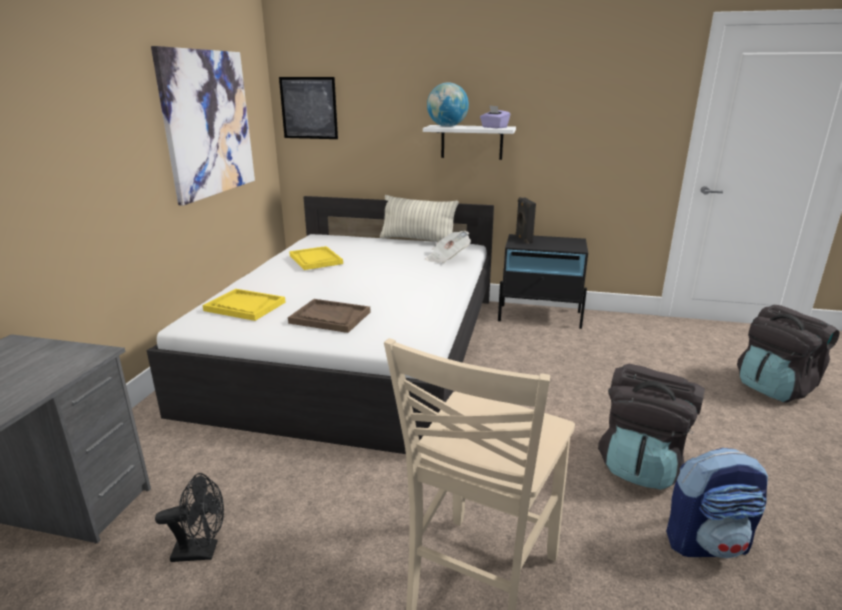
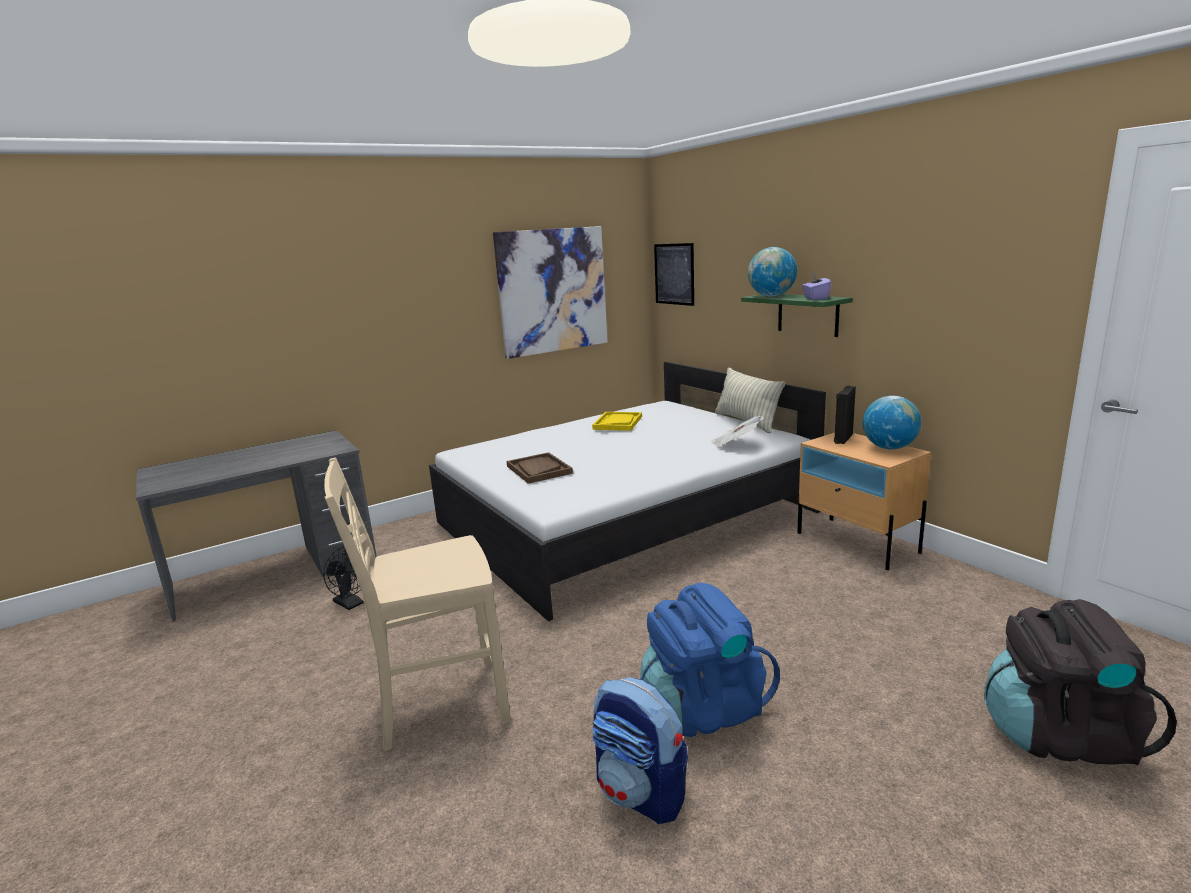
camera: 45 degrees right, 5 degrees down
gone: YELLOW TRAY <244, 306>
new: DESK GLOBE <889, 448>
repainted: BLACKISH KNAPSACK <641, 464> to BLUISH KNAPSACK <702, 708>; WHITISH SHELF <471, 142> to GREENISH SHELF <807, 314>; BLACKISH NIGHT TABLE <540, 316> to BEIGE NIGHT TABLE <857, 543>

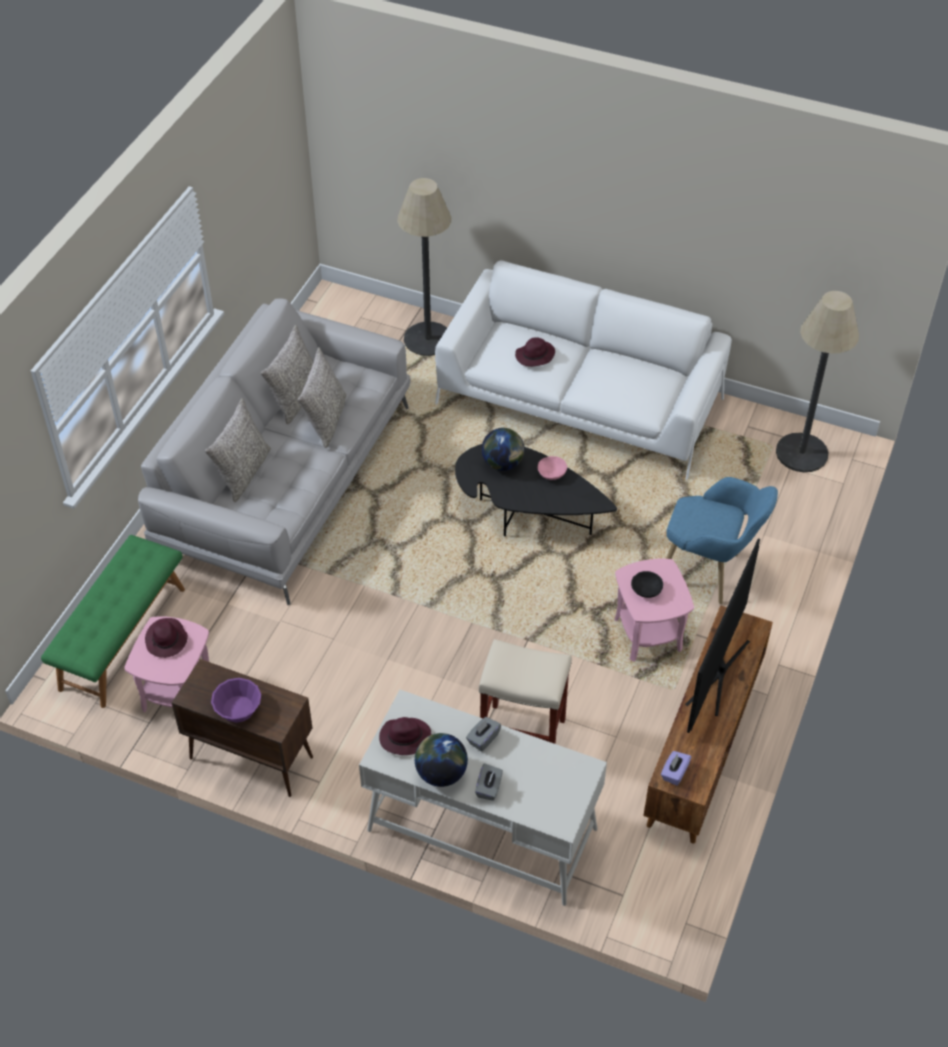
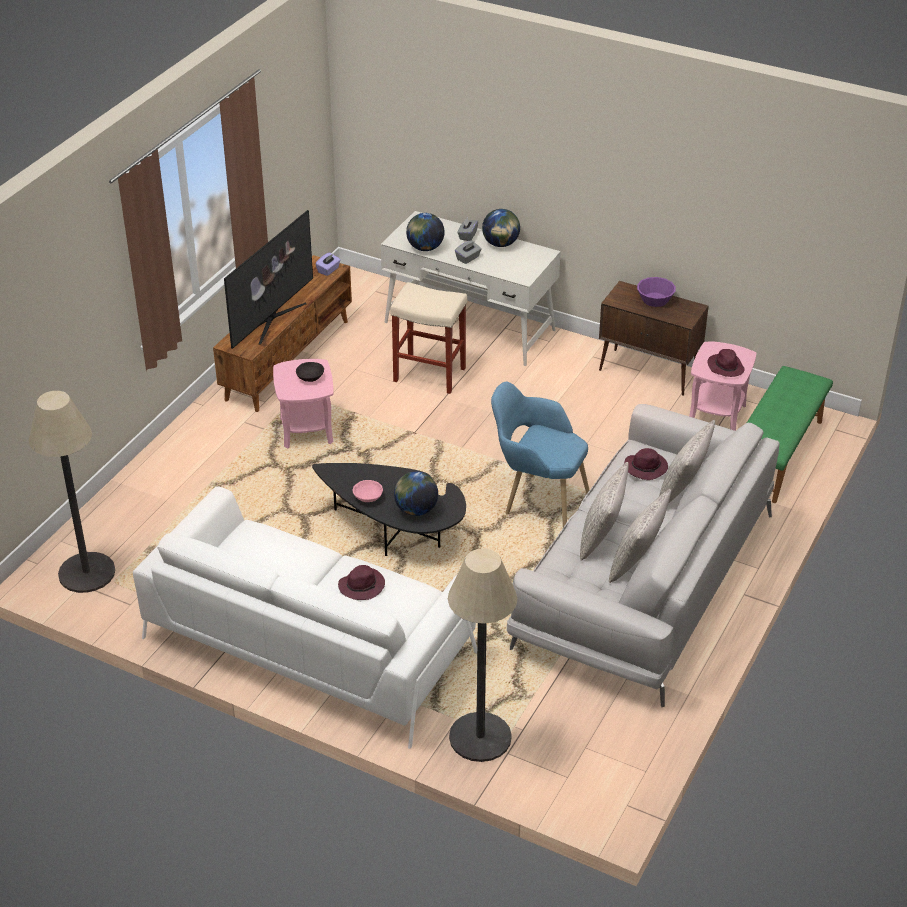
camera: 175 degrees left, 10 degrees down
new: DESK GLOBE <425, 248>
shifted: BLUISH ARMCHAIR <709, 573> to <536, 500>; PURPLE-COLOURED CLOTHING HAT <404, 738> to <646, 467>

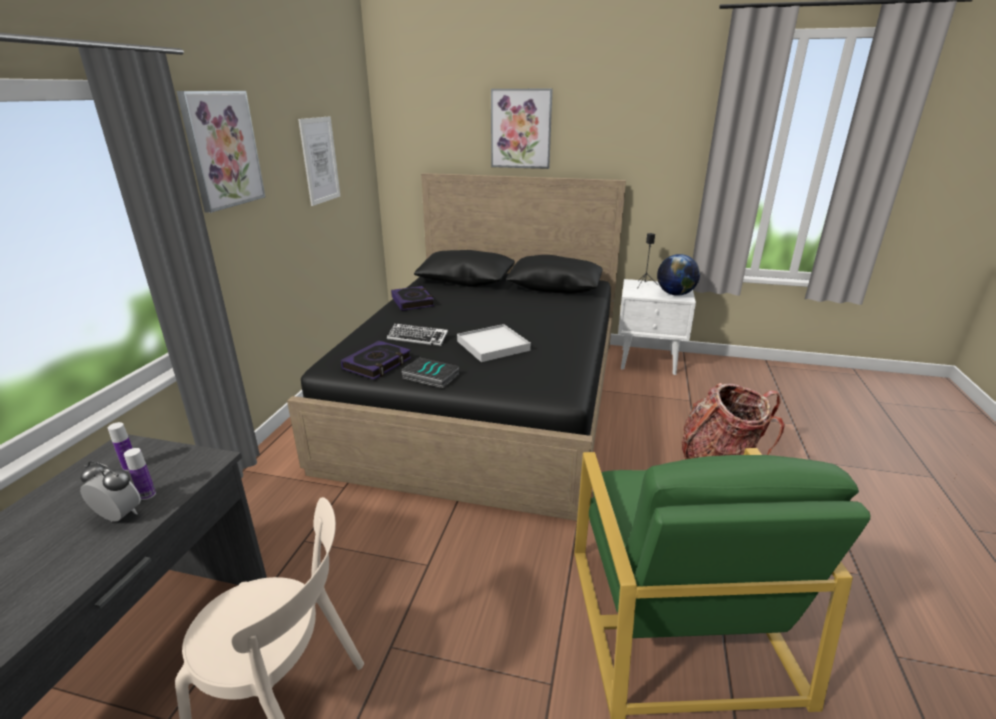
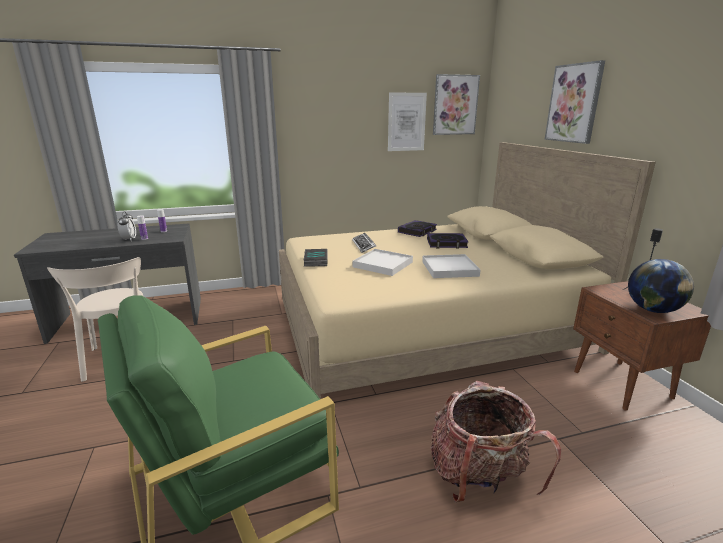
camera: 60 degrees right, 5 degrees down
new: WHITISH TRAY <449, 268>
shifted: VOLUME <377, 364> to <446, 244>; WALL ART <222, 149> to <455, 105>
repainted: BLACKISH BED <487, 398> to BEIGE BED <426, 323>; WHITISH NIGHT TABLE <649, 361> to BROWN-COLOURED NIGHT TABLE <622, 385>

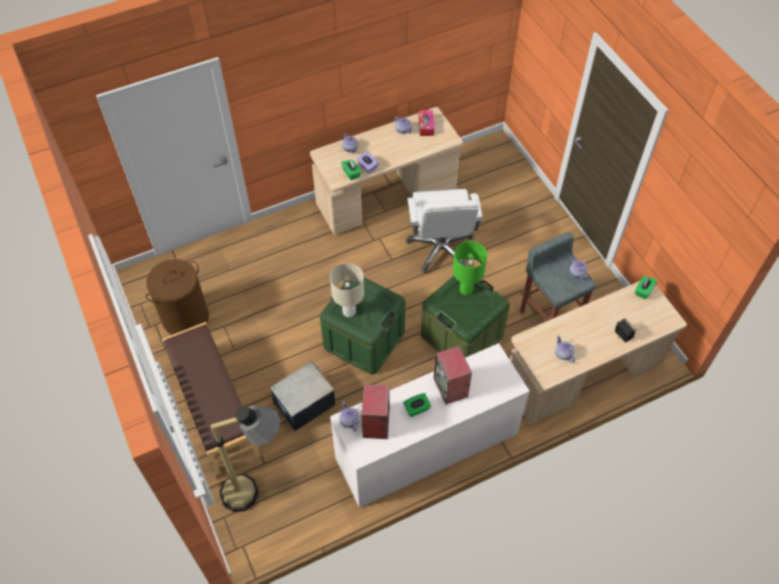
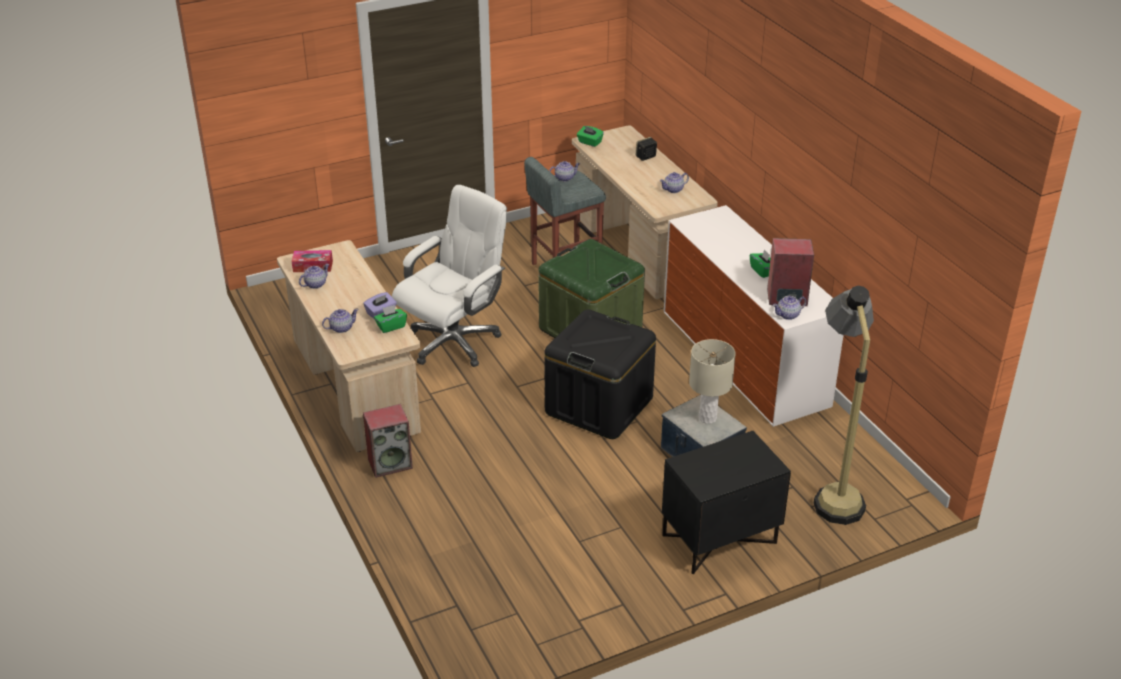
camera: 90 degrees left, 20 degrees down
gone: BROWN-COLOURED HAMPER <185, 317>; GREENISH TABLE LAMP <466, 290>
shifted: SPEAKER <451, 387> to <390, 463>; BEIGE TABLE LAMP <349, 311> to <708, 418>
swapped: BROWN-COLOURED LONG SEAT <214, 408> to BLACKISH NIGHT TABLE <719, 540>
repainted: GREENISH STORAGE CONTAINER <364, 339> to BLACKISH STORAGE CONTAINER <599, 405>
rotated: WHITISH COMPUTER CHAIR <441, 248> = <454, 341> 45 degrees counterclockwise

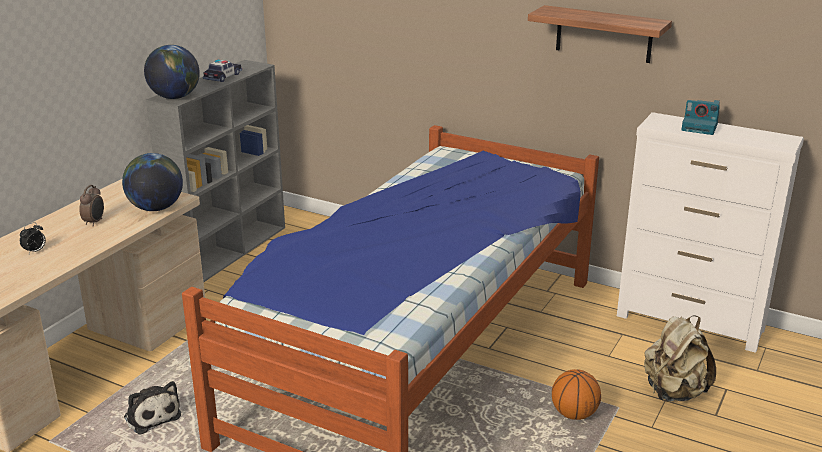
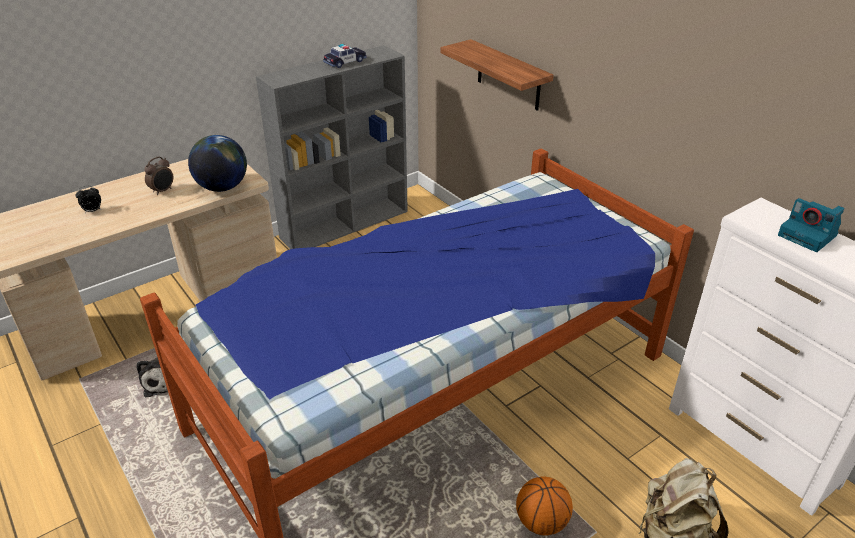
camera: 25 degrees right, 10 degrees up
gone: DESK GLOBE <175, 97>
shifted: SHELF <604, 34> to <508, 75>

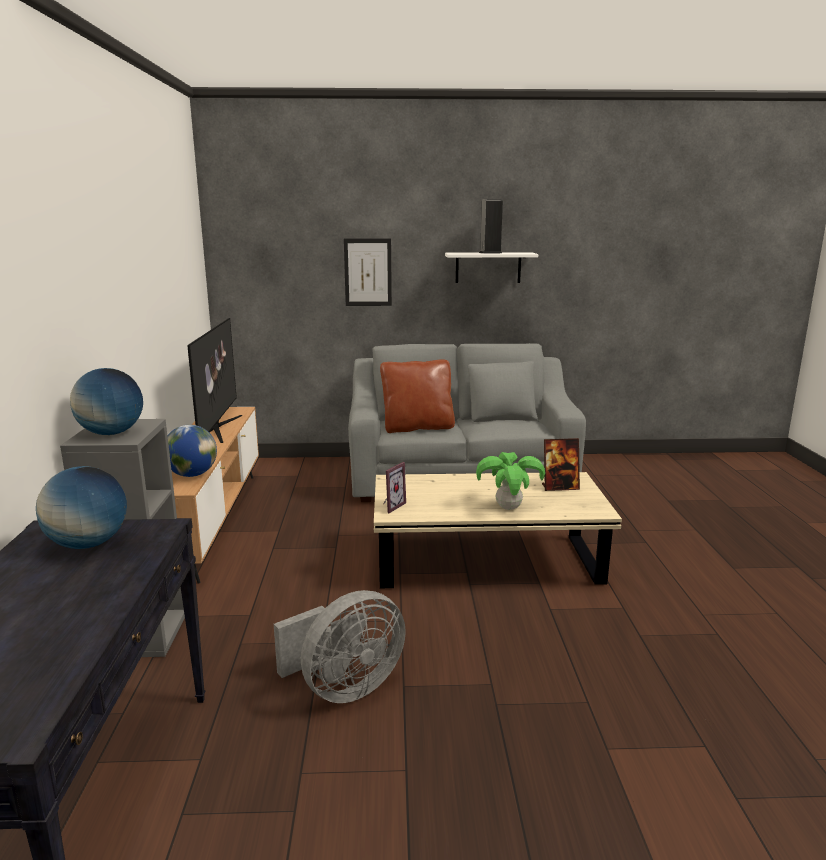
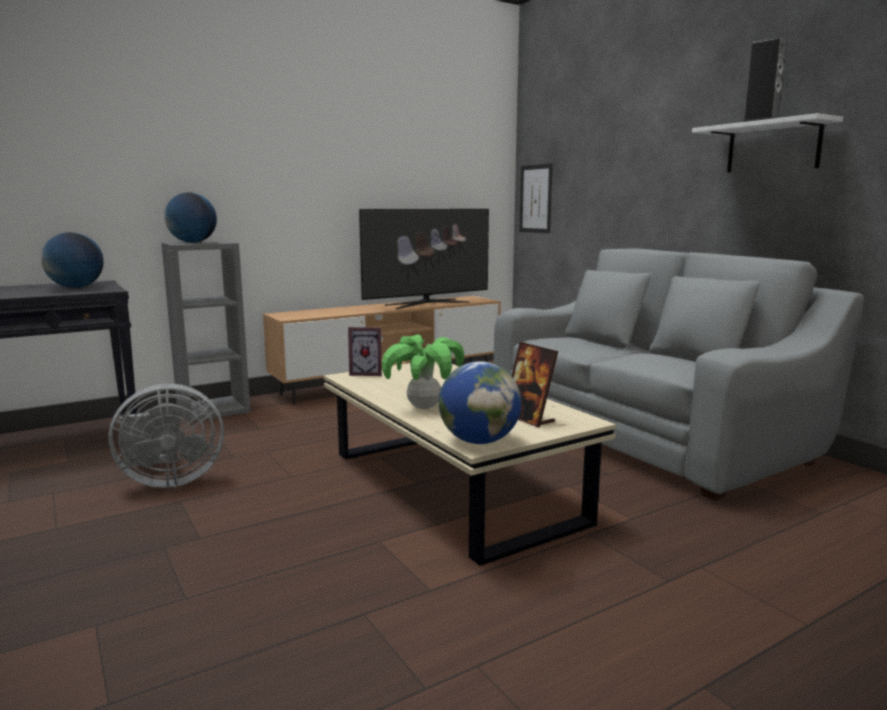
camera: 60 degrees right, 5 degrees down
gone: BROWN-COLOURED PILLOW <417, 428>
shifted: DESK GLOBE <192, 475> to <479, 441>; WALL ART <368, 272> to <535, 199>
rotated: GREY COOLING FAN <344, 688> = <168, 480> 45 degrees counterclockwise

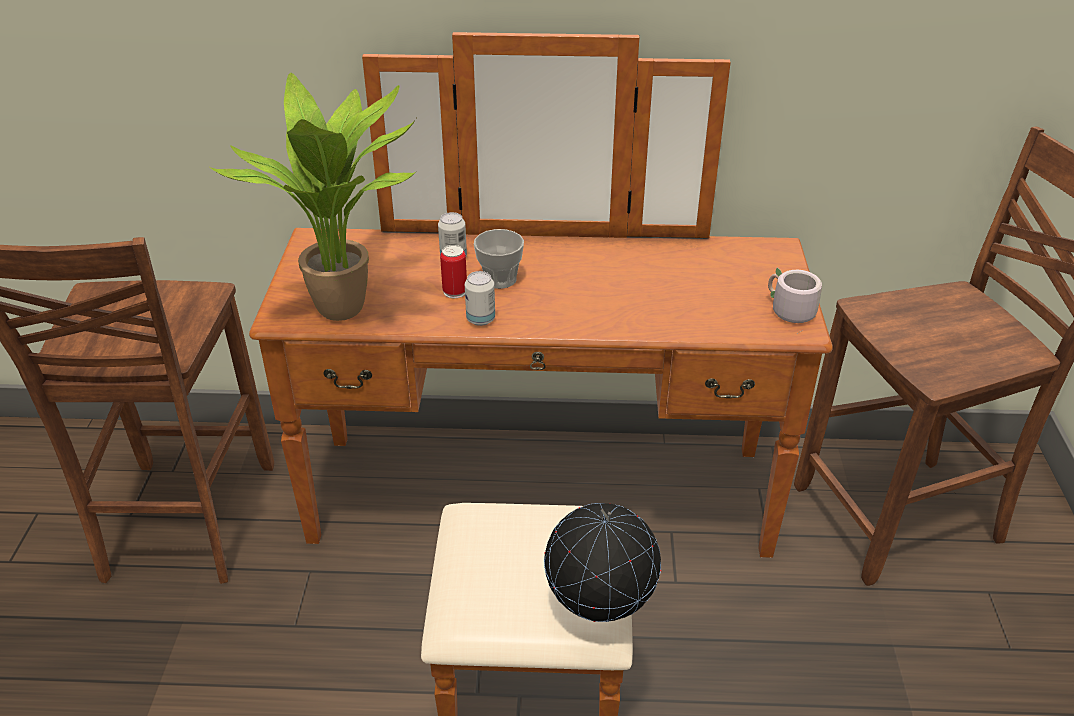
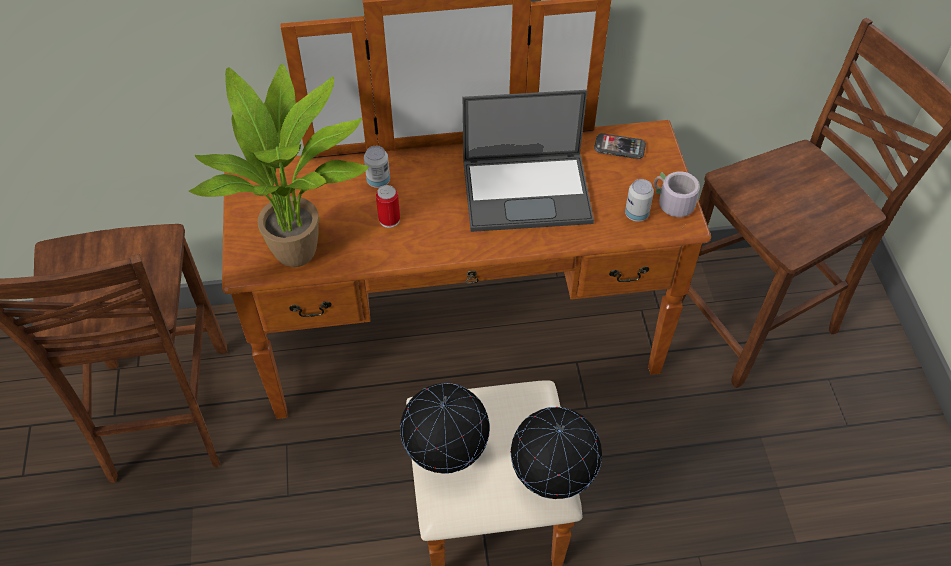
camera: 10 degrees left, 15 degrees up
gone: CUP <499, 279>
new: DESK GLOBE <446, 454>; PORTABLE COMPUTER <528, 191>; HANDSET <619, 147>
shifted: METAL CAN <480, 319> to <636, 214>

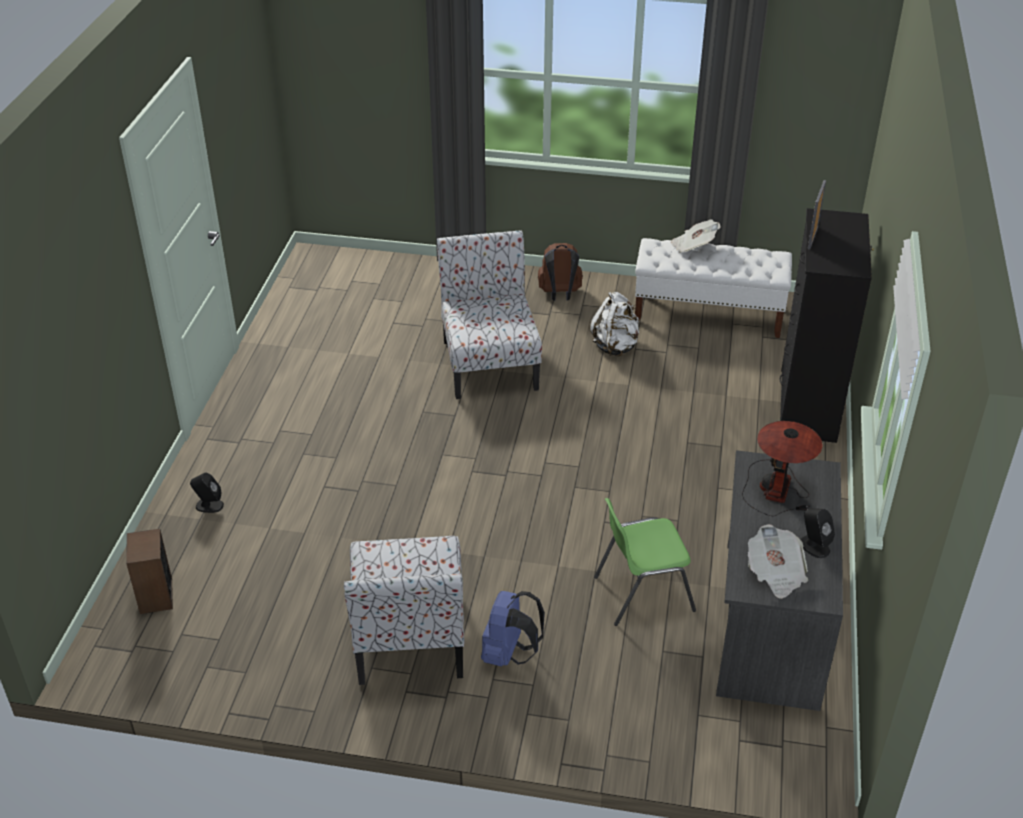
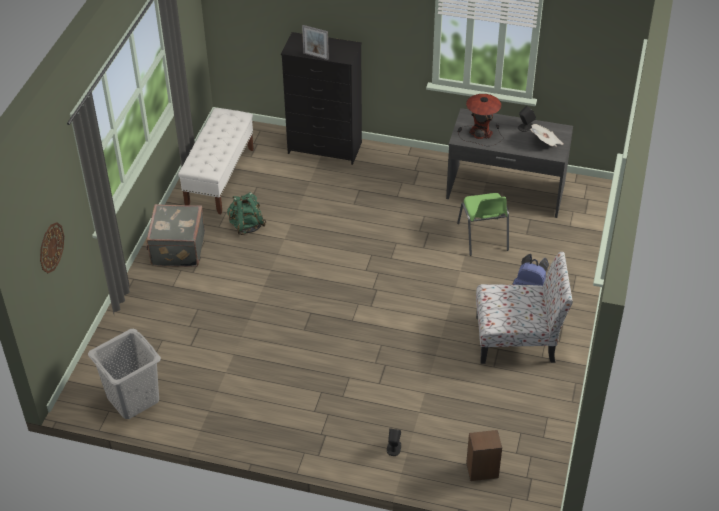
camera: 85 degrees left, 5 degrees up
gone: PLAIN CHAIR <489, 363>; PRINTED PAPER <693, 246>
new: CLOCK ON THE WALL <51, 247>; GREY HAMPER <132, 399>
swapped: BROWN-COLOURED KNAPSACK <559, 295> to GREY TRAVEL CASE <177, 249>
repainted: WHITISH KNAPSACK <615, 346> to GREENISH KNAPSACK <246, 226>

